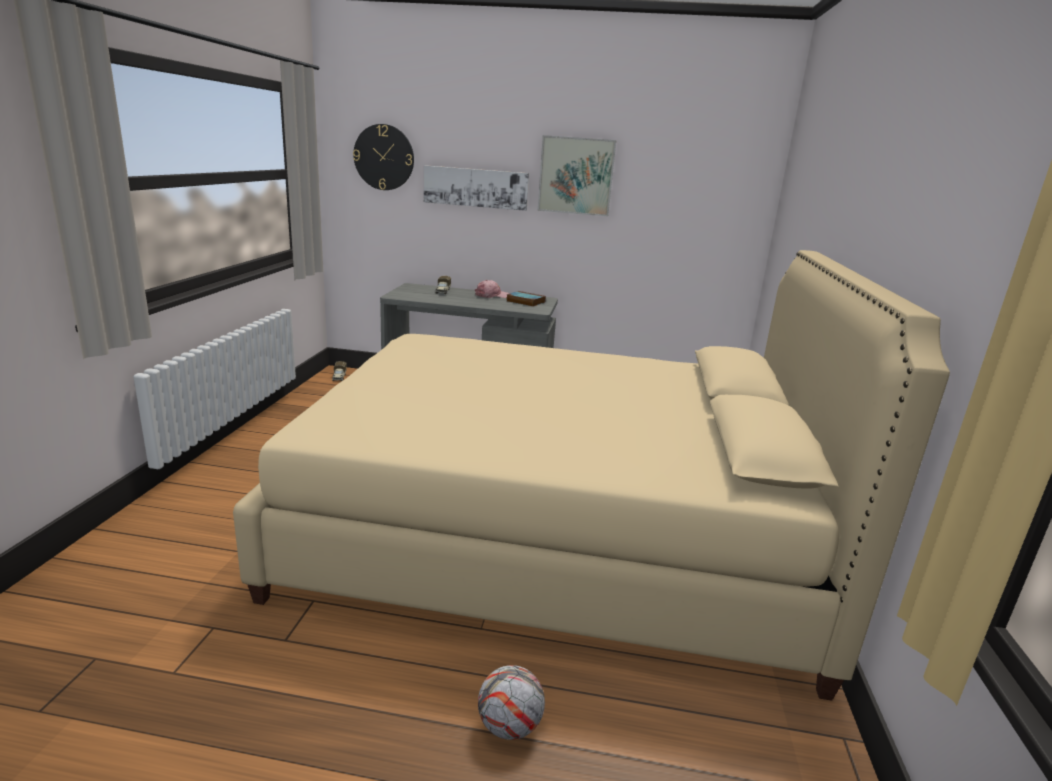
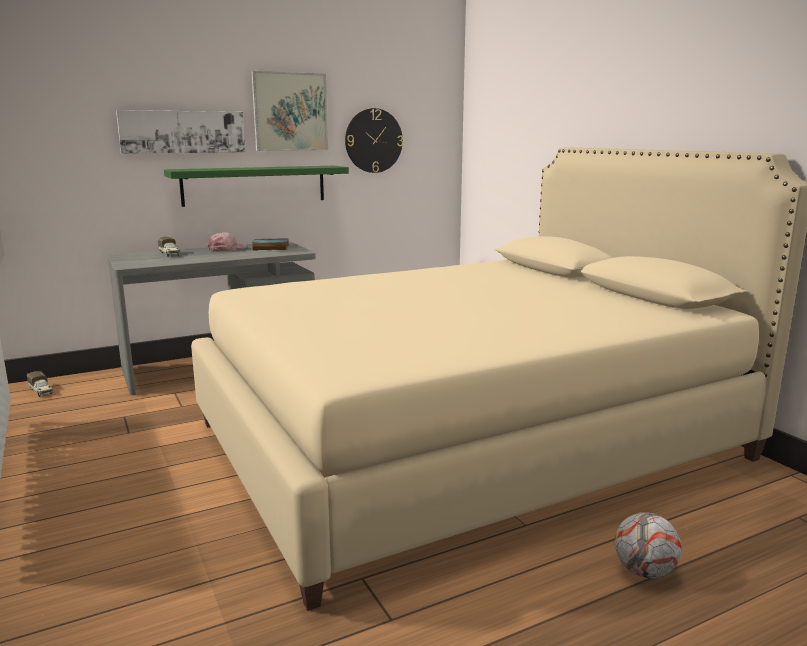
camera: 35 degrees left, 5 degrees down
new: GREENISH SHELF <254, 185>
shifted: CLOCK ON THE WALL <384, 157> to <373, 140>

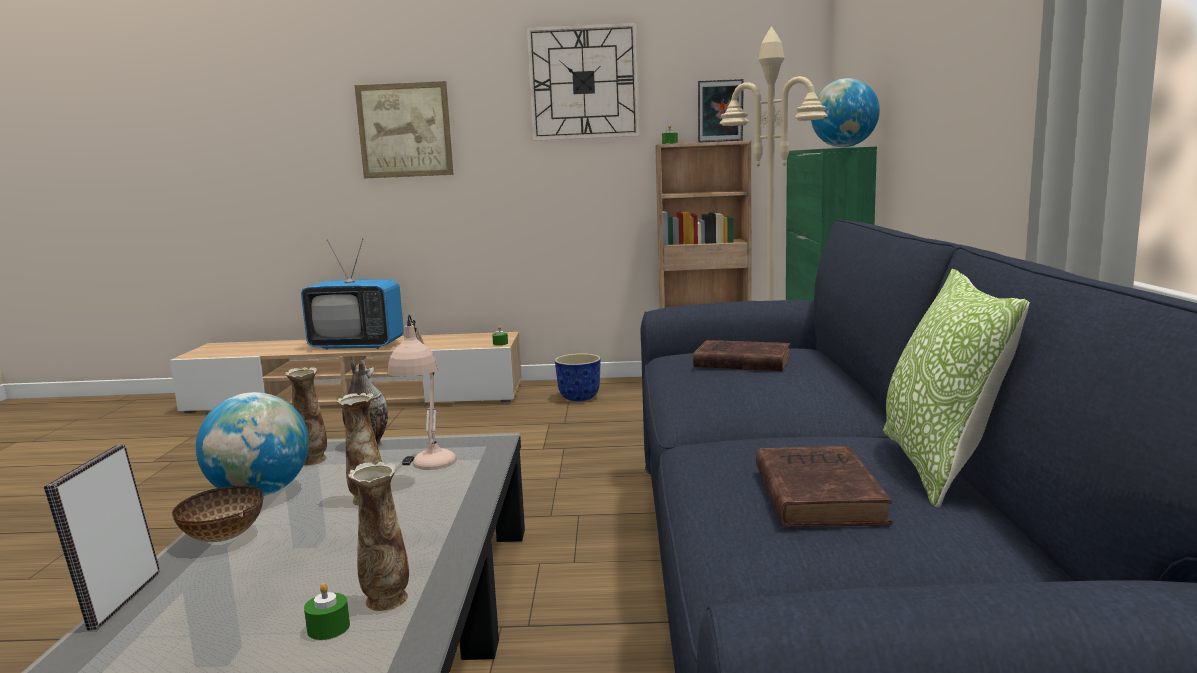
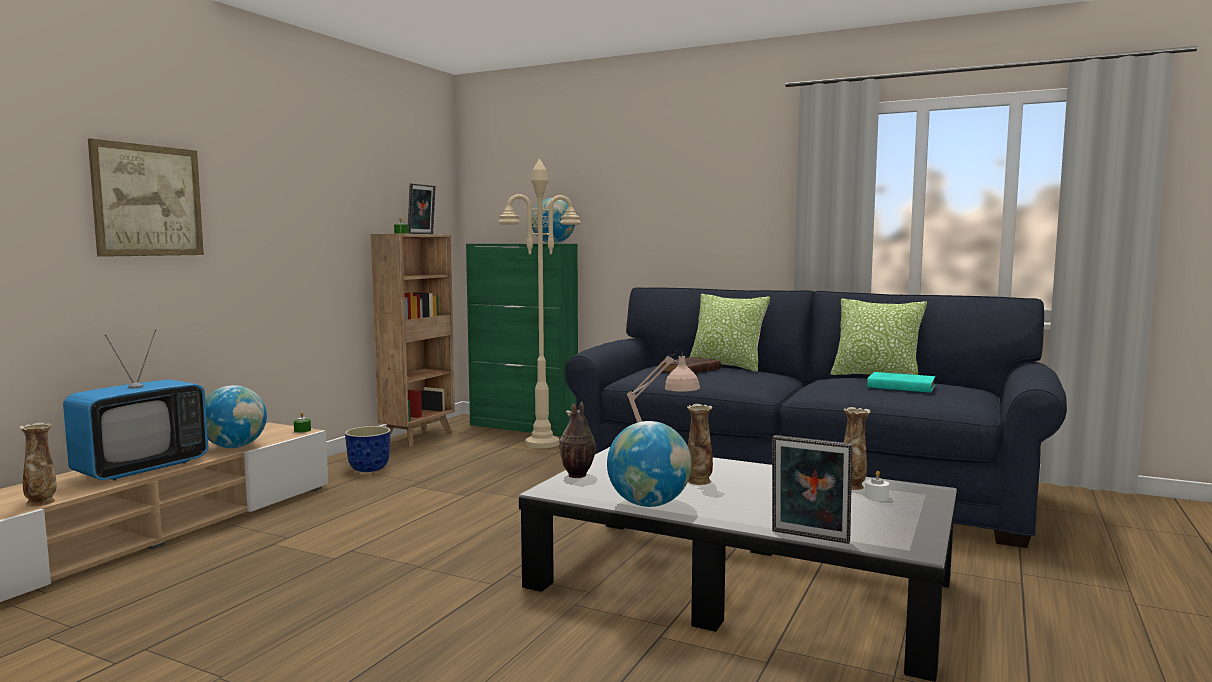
camera: 65 degrees left, 5 degrees down
gone: DEEP DISH <222, 537>; CLOCK ON THE WALL <583, 82>
new: DESK GLOBE <235, 447>; PILLOW <726, 366>
shifted: DECORATIVE VASE <312, 460> to <41, 502>
repainted: GREENISH CANDLE <328, 628> to WHITISH CANDLE <876, 497>; BROWN-COLOURED VOLUME <816, 493> to BLUE-GREEN VOLUME <899, 387>

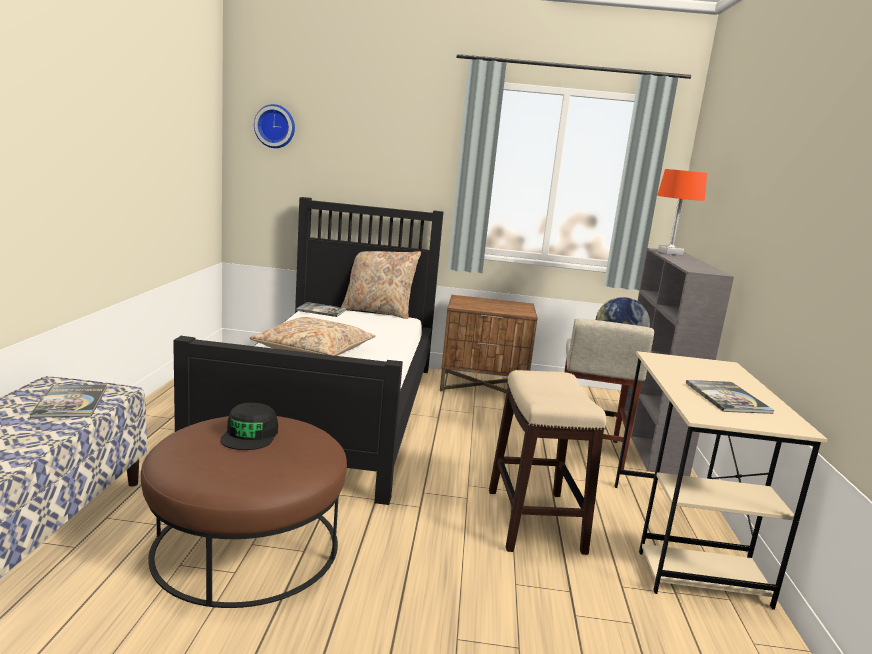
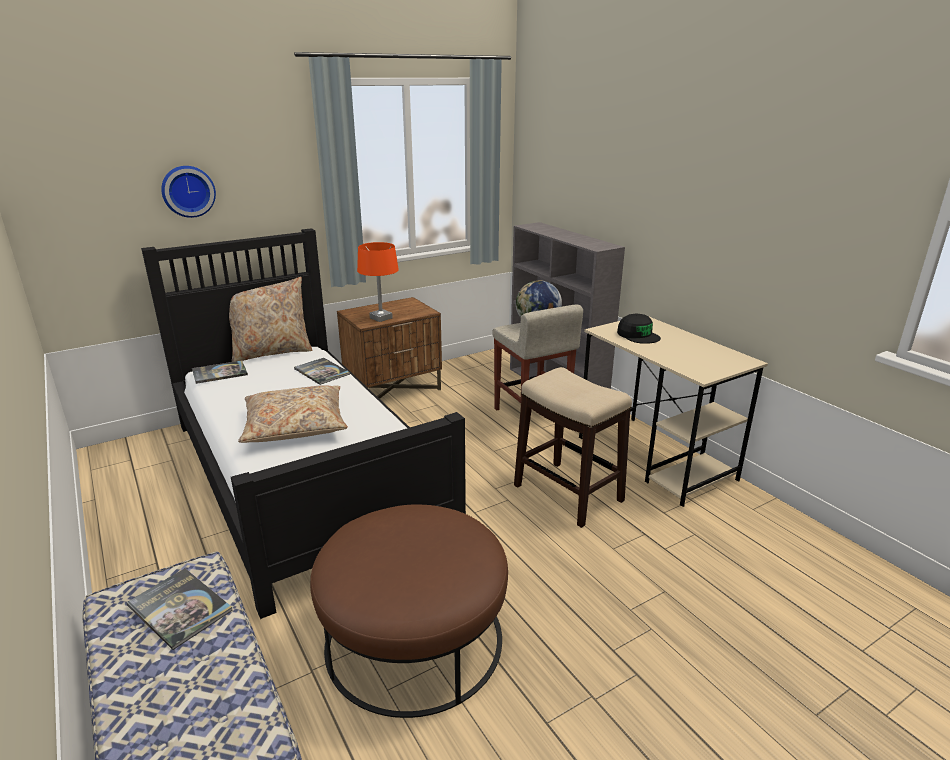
camera: 35 degrees left, 10 degrees up
shifted: CLOCK ON THE WALL <275, 126> to <188, 191>; VOLUME <727, 398> to <322, 372>; ORANGE-COLOURED TABLE LAMP <669, 253> to <380, 318>; BLACKISH BASEBALL CAP <250, 435> to <638, 335>

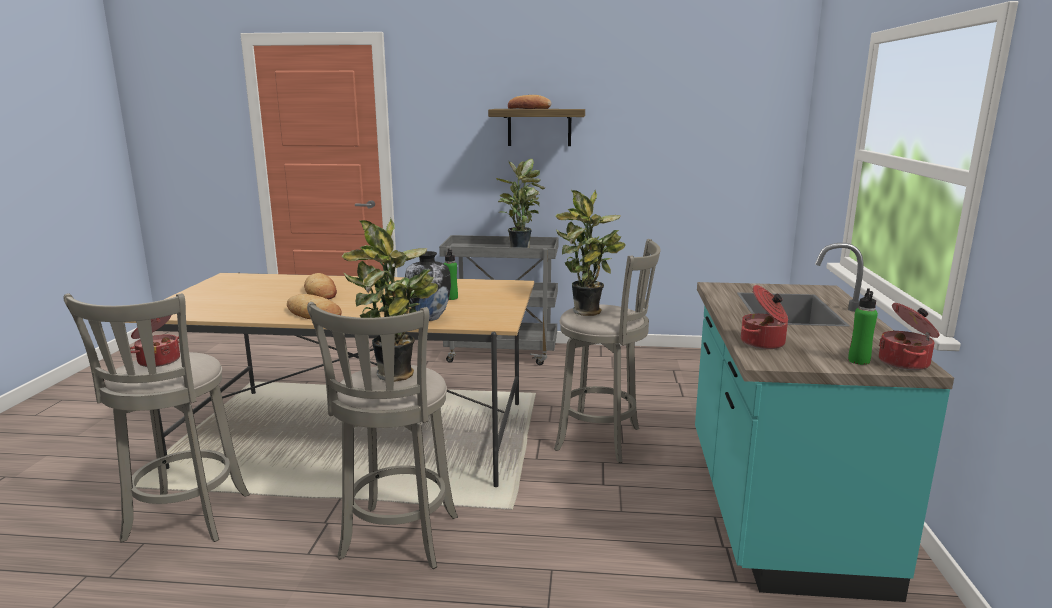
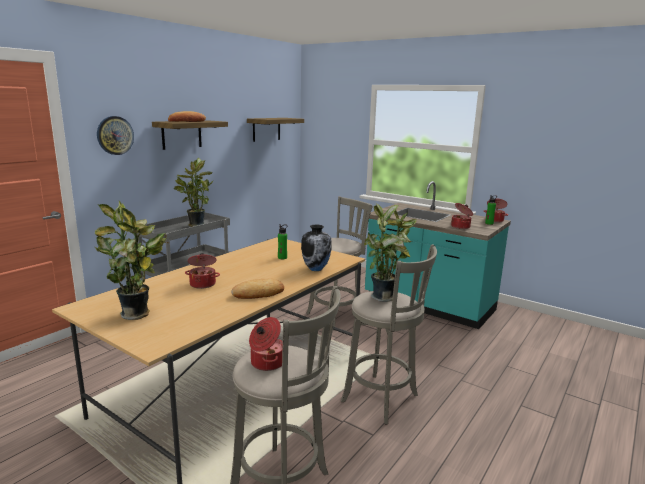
camera: 60 degrees left, 0 degrees up
new: CLOCK ON THE WALL <115, 135>; SHELF <266, 129>
shifted: POTTED PLANT <588, 312> to <138, 315>
swapped: BAKERY BREAD <321, 292> to STOCKPOT <203, 284>

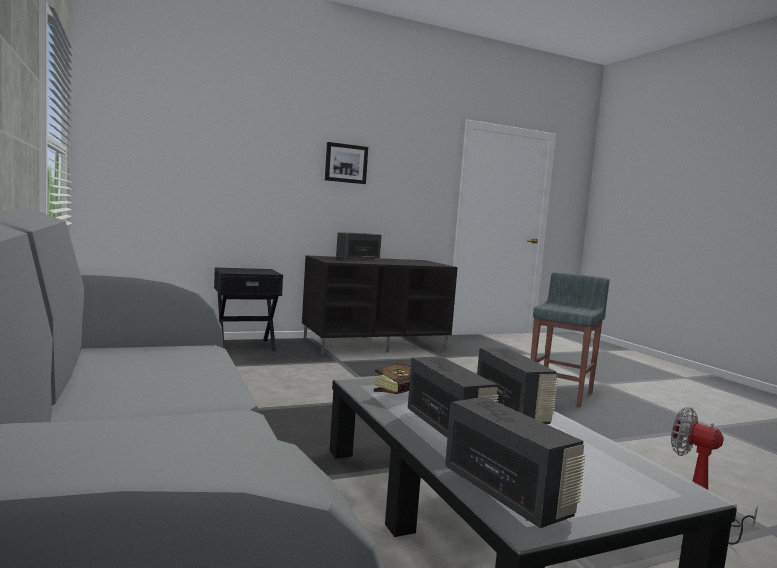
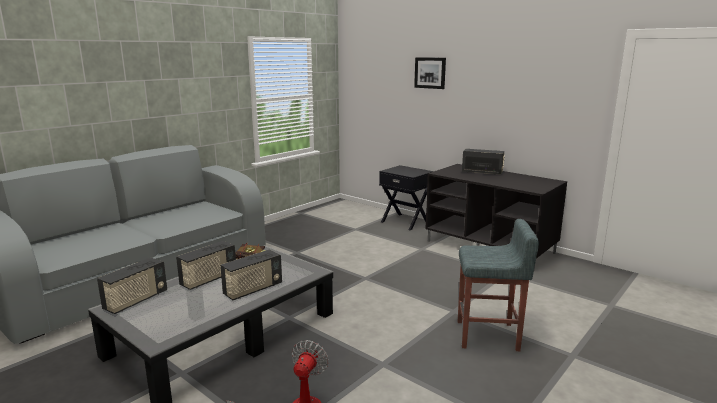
camera: 65 degrees right, 10 degrees up
shifted: WALL ART <346, 163> to <430, 73>

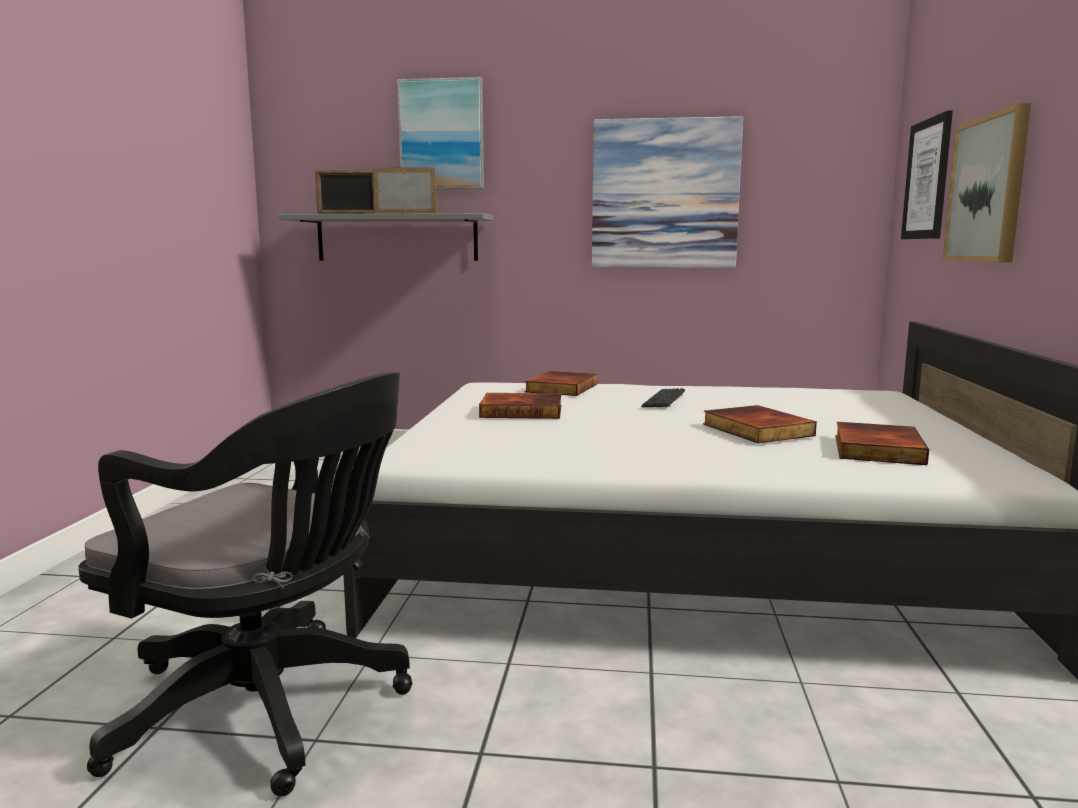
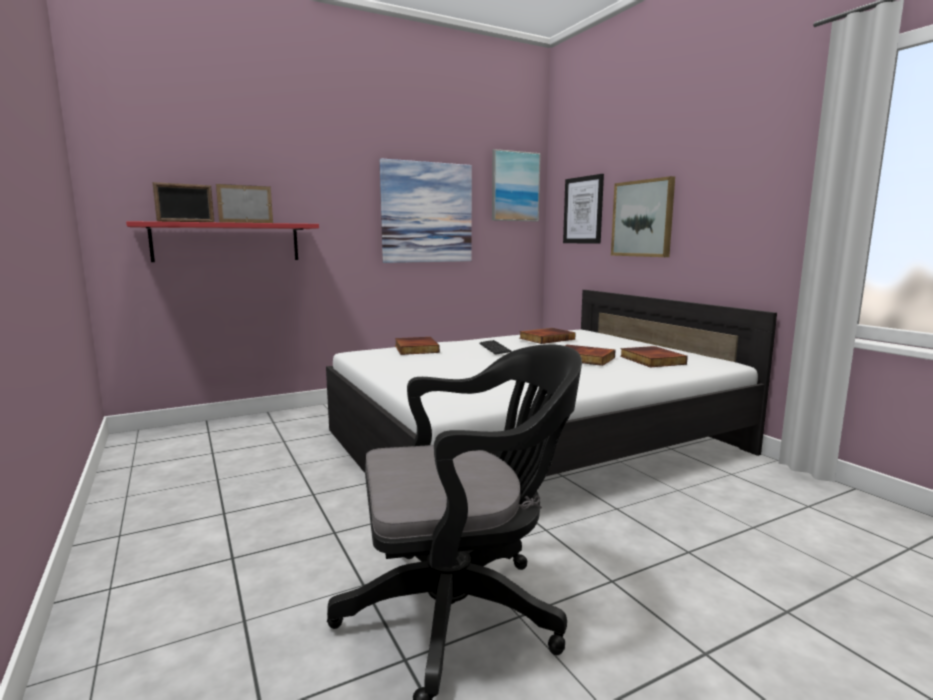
camera: 35 degrees left, 0 degrees up
shifted: WALL ART <442, 135> to <515, 186>; VOLUME <522, 411> to <546, 338>
repainted: GREY SHELF <397, 238> to RED-COLOURED SHELF <227, 242>

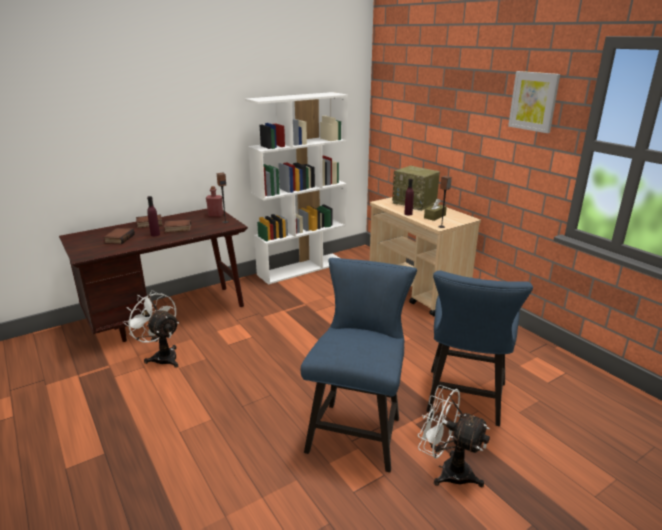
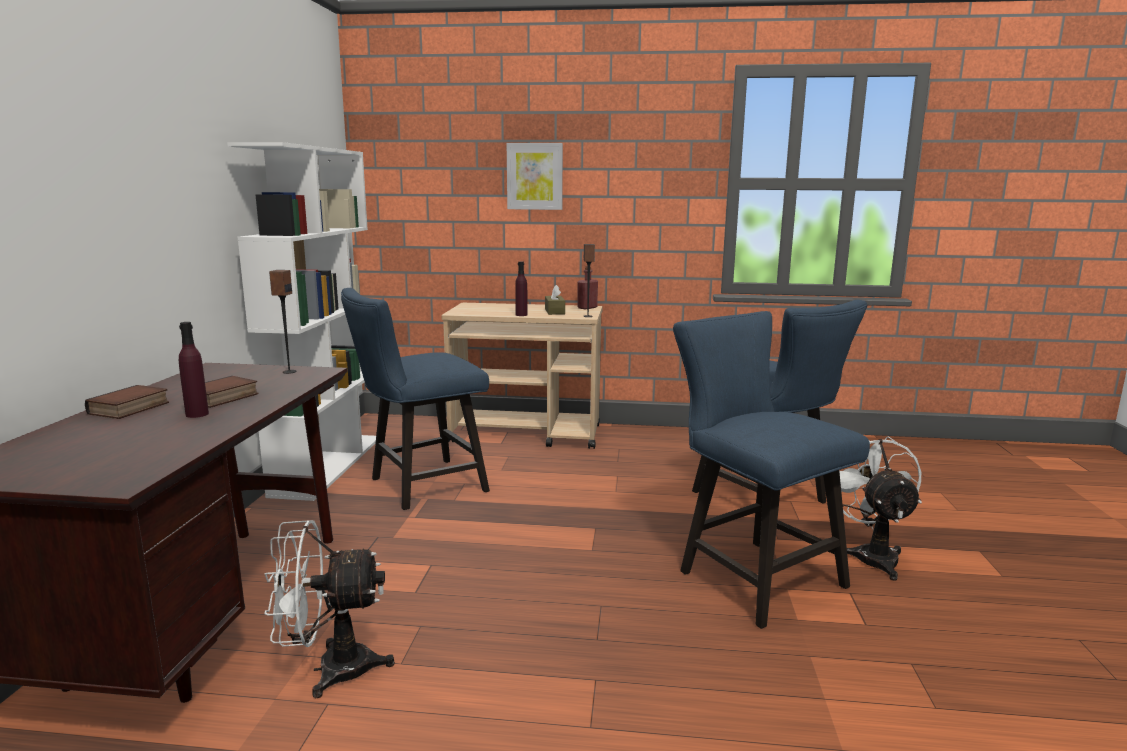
camera: 50 degrees left, 10 degrees down
gone: VOLUME <119, 238>; RADIO RECEIVER <415, 203>
new: BLUISH PLAIN CHAIR <420, 486>
shifted: WALL ART <534, 101> to <535, 176>; RED-COLOURED BEVERAGE BOTTLE <215, 215> to <587, 308>
rotated: WHITISH COOLING FAN <447, 470> = <871, 555> 105 degrees clockwise

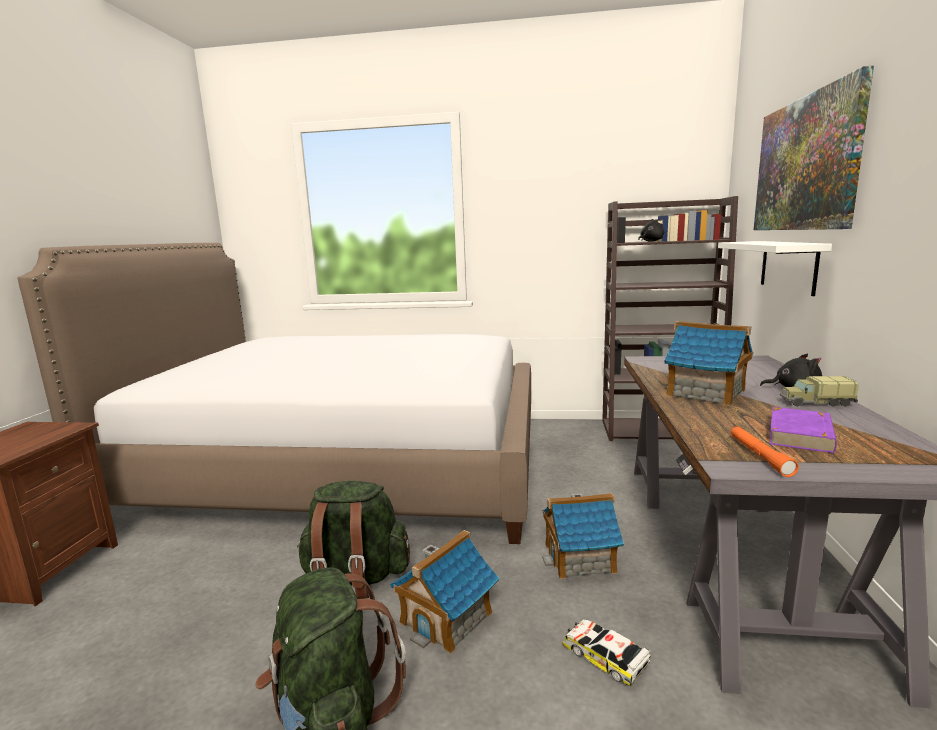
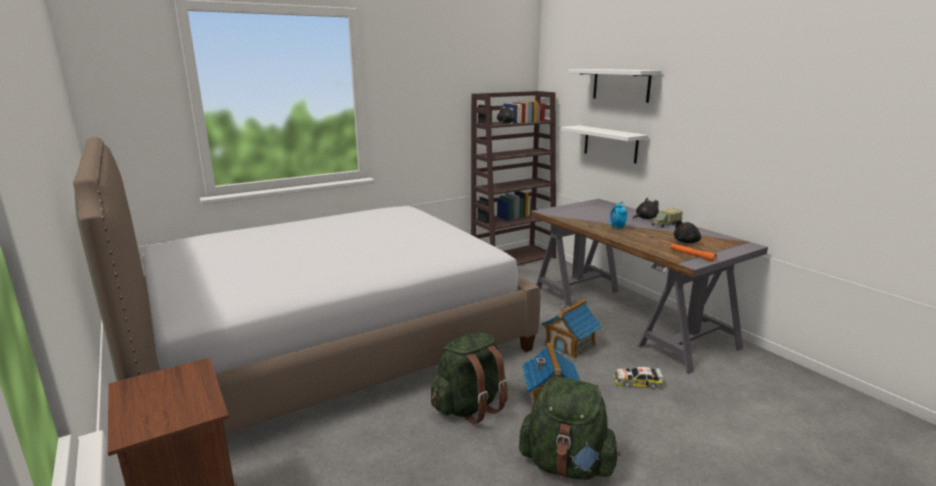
camera: 40 degrees left, 5 degrees up
swapped: WALL ART <805, 164> to WHITISH SHELF <621, 85>; MODEL HOUSE <706, 393> to ALARM CLOCK <617, 228>; PURPLE-COLOURED VOLUME <801, 435> to BLACKISH CUDDLY TOY <687, 242>

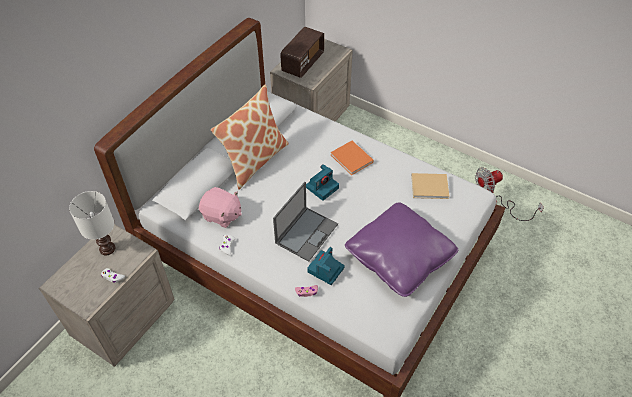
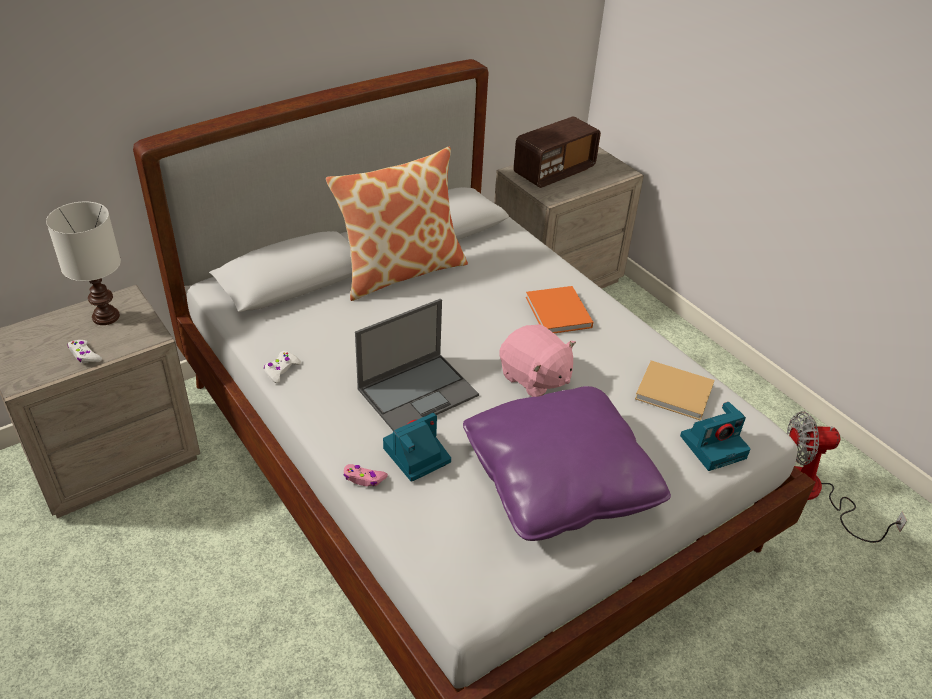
camera: 20 degrees right, 10 degrees down
shifted: PINK CUDDLY TOY <221, 215> to <534, 378>; STILL CAMERA <322, 187> to <714, 446>

